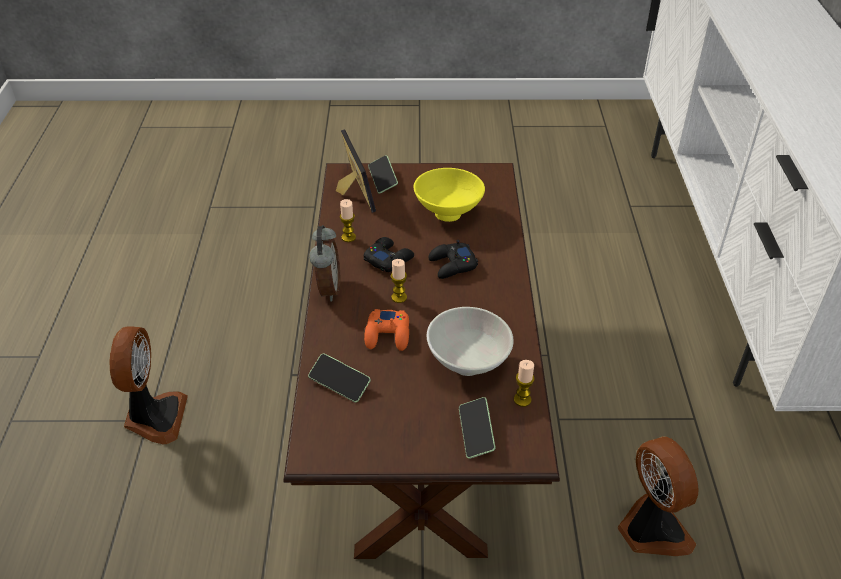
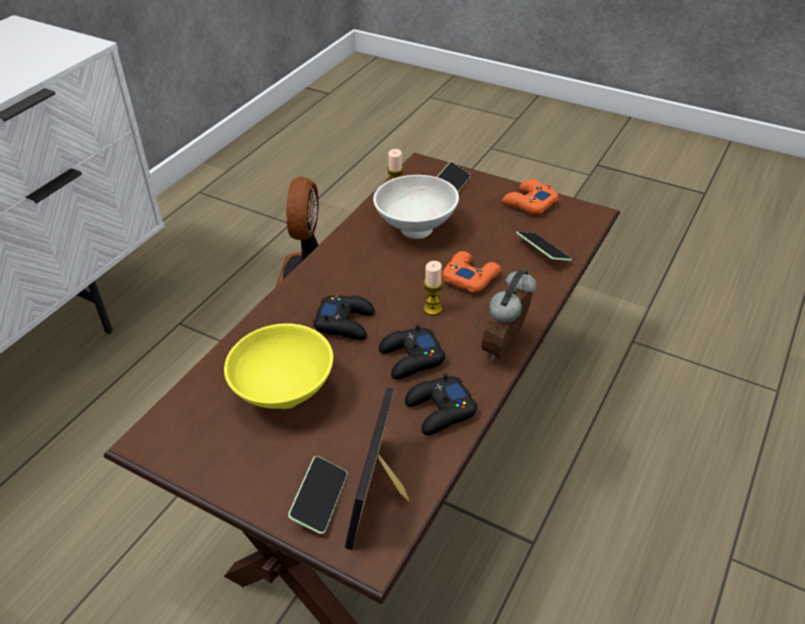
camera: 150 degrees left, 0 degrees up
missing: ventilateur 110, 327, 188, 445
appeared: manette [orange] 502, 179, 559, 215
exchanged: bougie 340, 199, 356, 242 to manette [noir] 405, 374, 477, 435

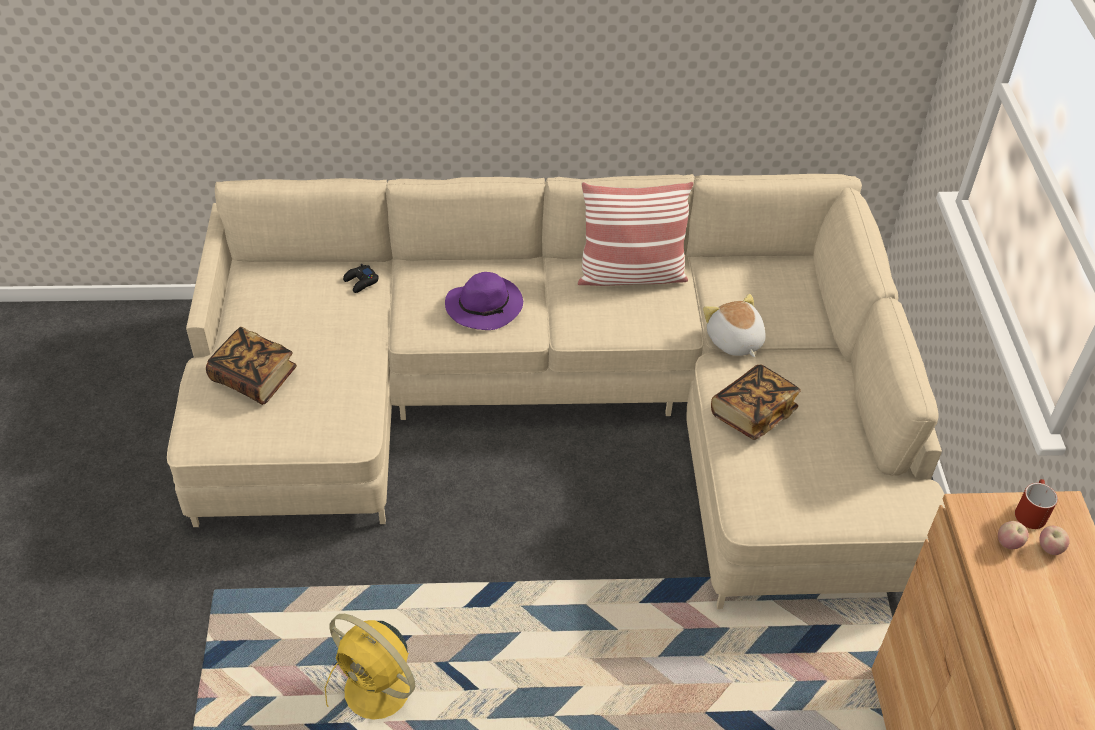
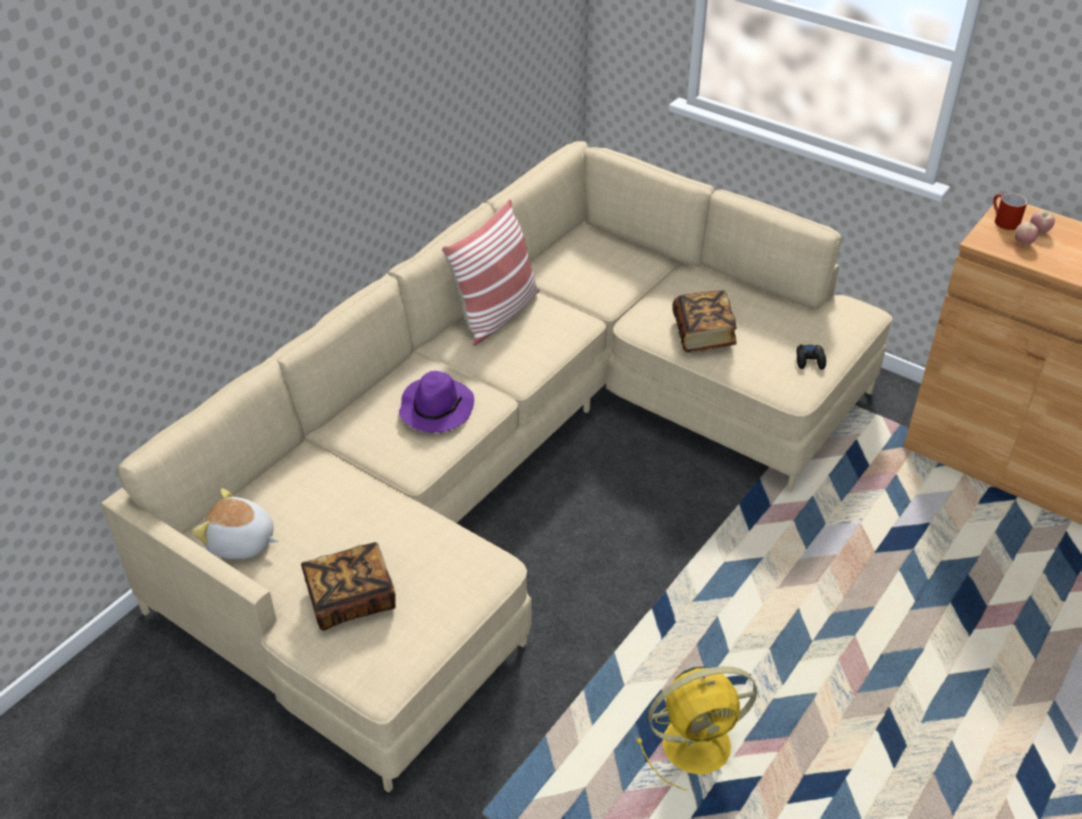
camera: 50 degrees left, 5 degrees down
relocated: manette [noir] 343, 264, 379, 293 to 796, 345, 826, 370; peluche 703, 294, 766, 357 to 192, 488, 279, 559

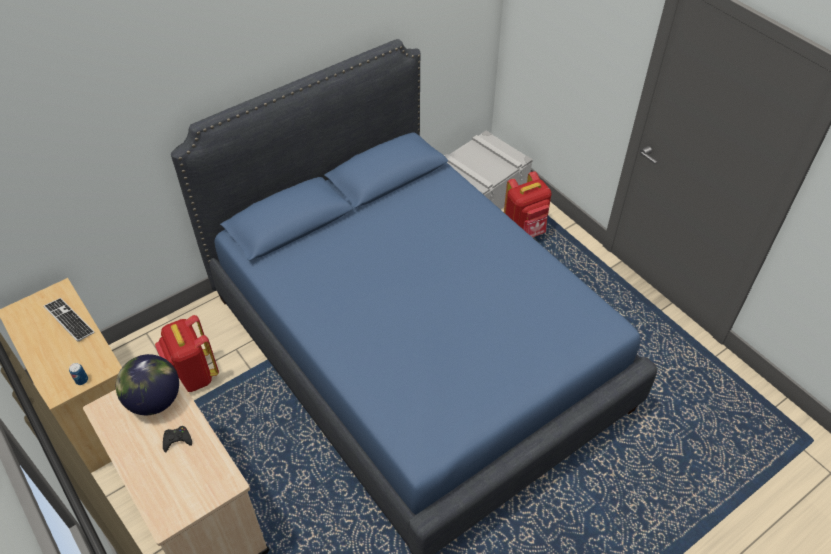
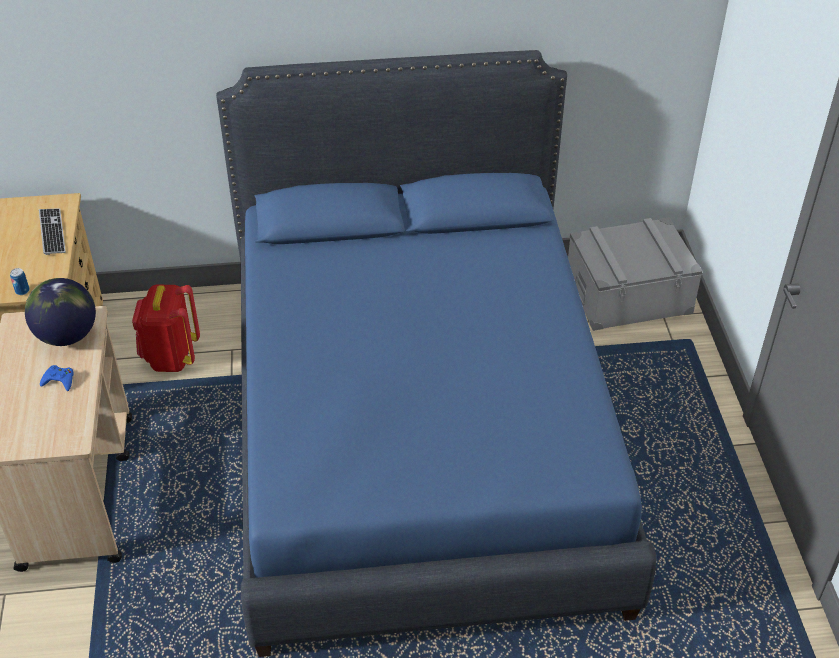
camera: 30 degrees right, 5 degrees down
missing: sac à dos [rouge] 504, 171, 552, 237
colour: manette [noir] 163, 426, 192, 452 to manette [bleu] 40, 365, 74, 391

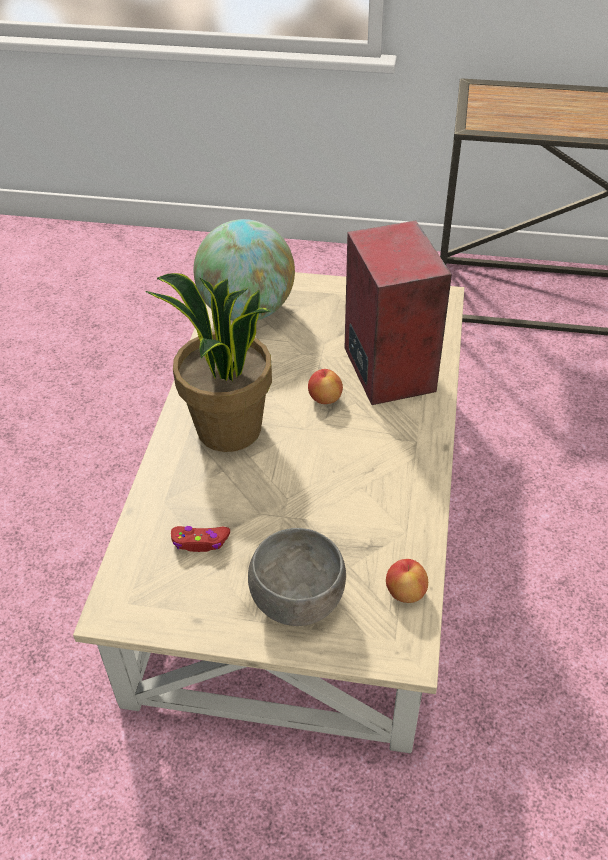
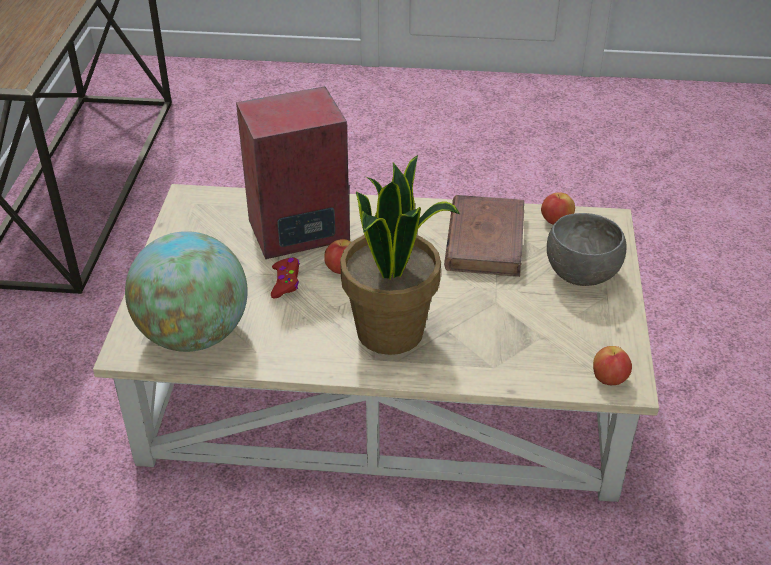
camera: 95 degrees left, 5 degrees down
appeared: livre [marron] 444, 195, 524, 277; pomme 593, 346, 632, 385
relocated: manette [rouge] 171, 526, 230, 552 to 271, 258, 300, 298

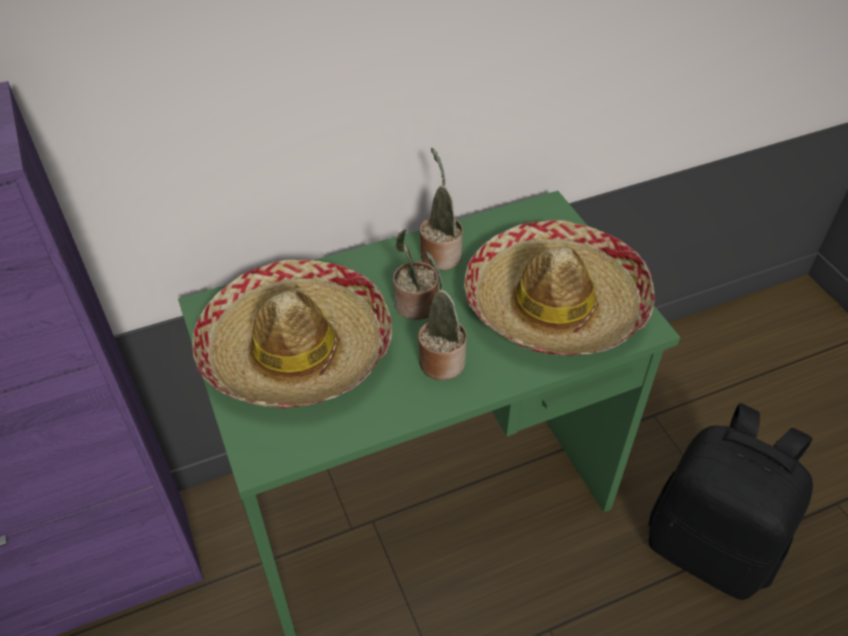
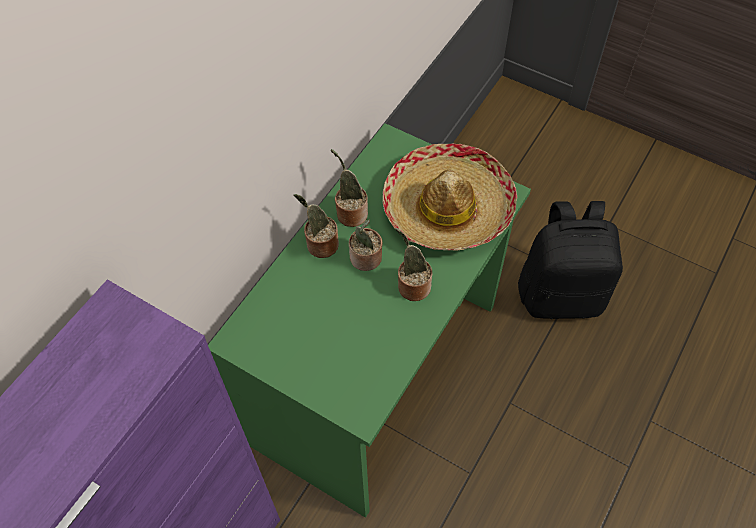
camera: 35 degrees left, 10 degrees up
missing: chapeau 193, 259, 392, 408
appeared: plante en pot 293, 194, 339, 258

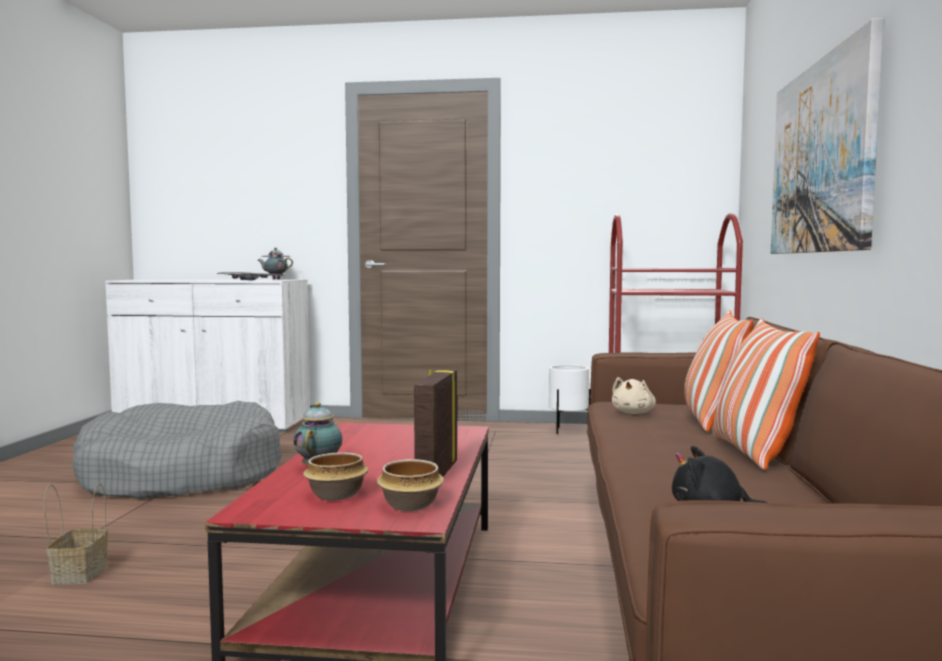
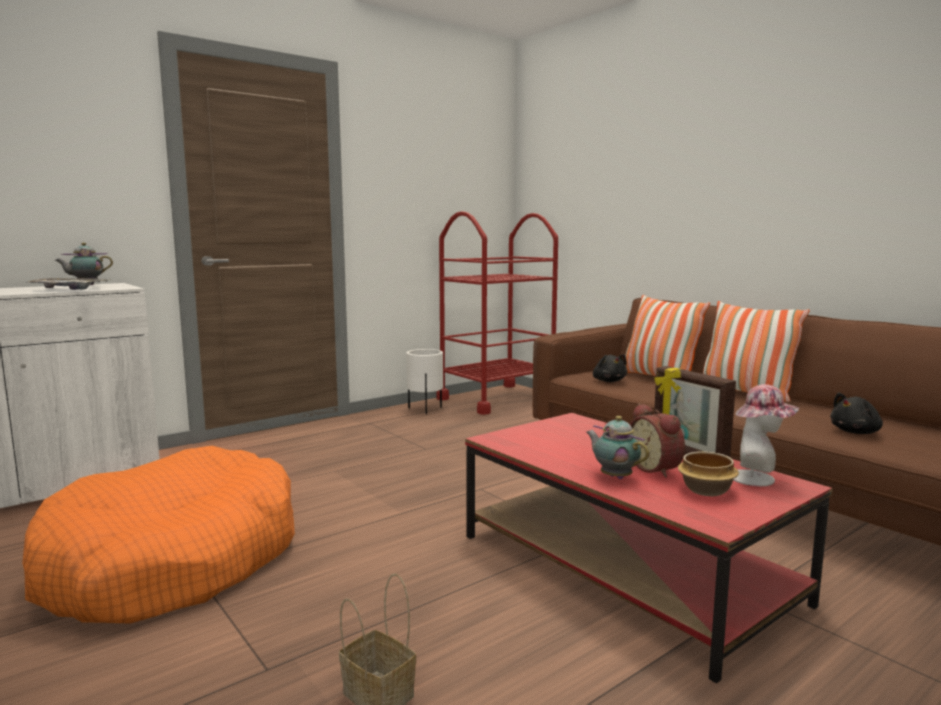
camera: 45 degrees left, 5 degrees up
missing: tableau 771, 18, 883, 254
appeared: réveil 630, 404, 685, 478
exchanged: bol 377, 459, 444, 511 to chapeau 733, 384, 799, 486
colour: peluche [beige] 612, 377, 656, 414 to peluche [noir] 593, 354, 627, 382; panier pour chien [gris] 72, 401, 282, 499 to panier pour chien [orange] 22, 446, 295, 624

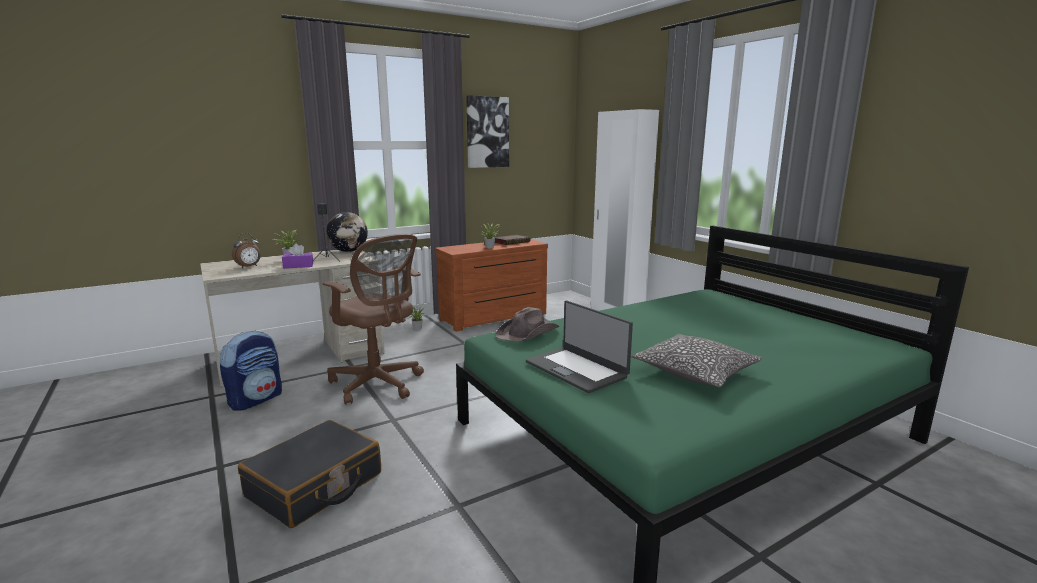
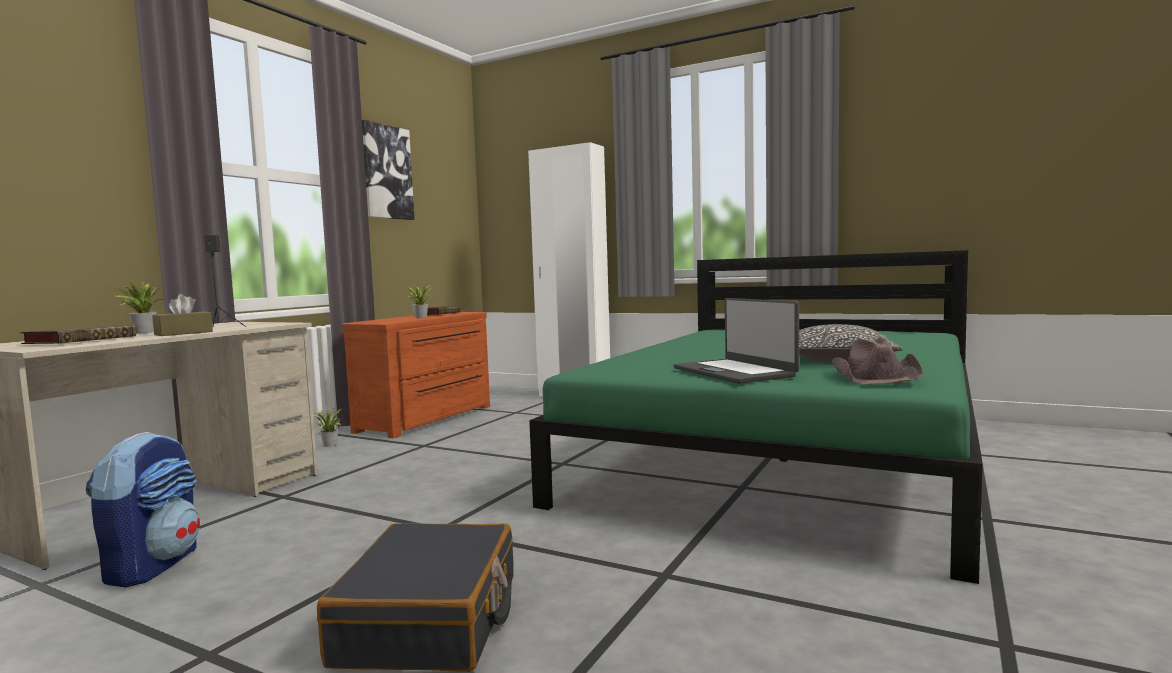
camera: 30 degrees left, 10 degrees down
missing: globe 326, 212, 368, 252; chaise de bureau [marron] 323, 234, 424, 405
relocated: chapeau [marron] 495, 307, 560, 341 to 832, 338, 923, 385
exchanged: réveil 232, 233, 261, 268 to livre 20, 325, 136, 344
colour: boîte à mouchoirs [violet] 282, 244, 313, 269 to boîte à mouchoirs [marron] 152, 294, 213, 336
spun: ordinateur portable 526, 301, 633, 393 = 674, 298, 799, 384 45 degrees clockwise

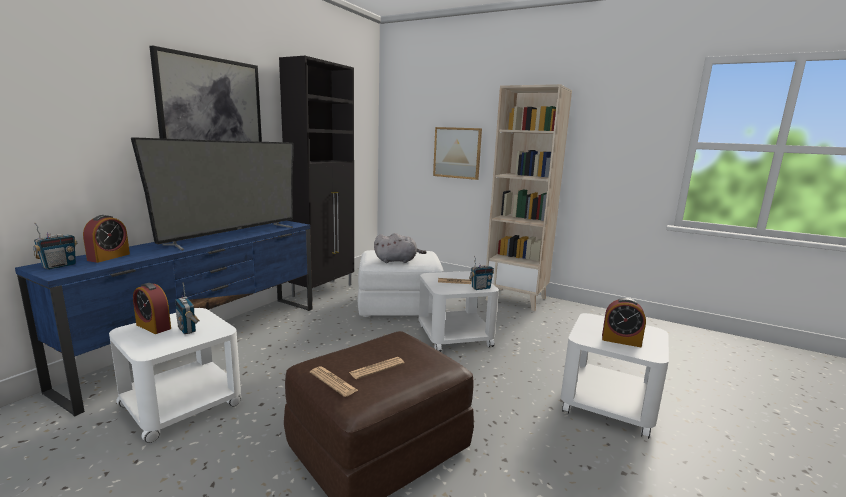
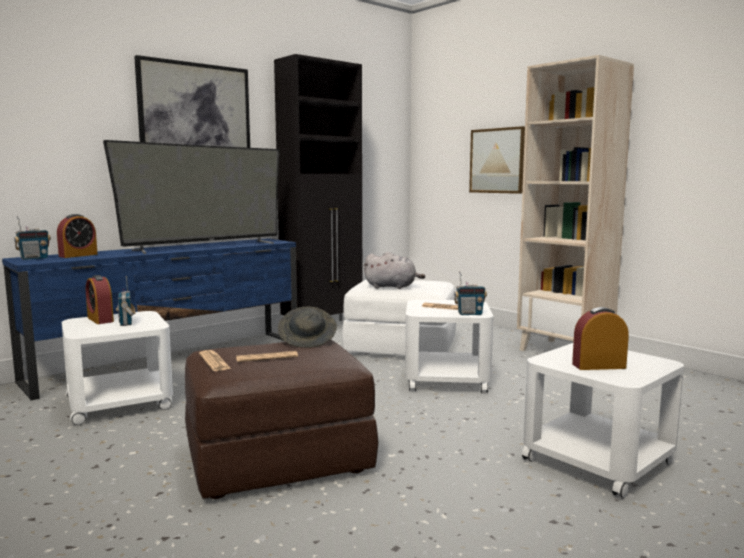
camera: 20 degrees right, 5 degrees down
appeared: chapeau [gris] 278, 306, 337, 348
spun: réveil 602, 298, 646, 347 = 572, 307, 629, 370 135 degrees clockwise

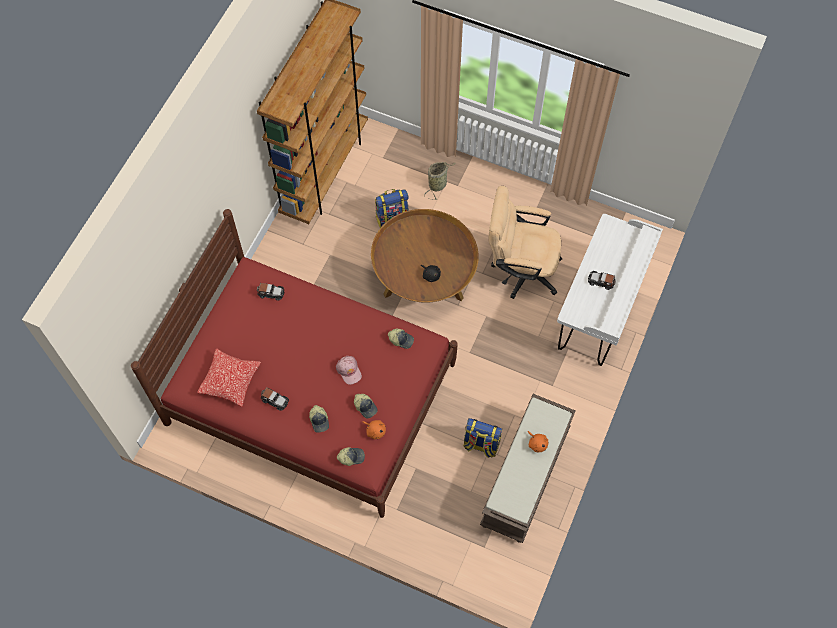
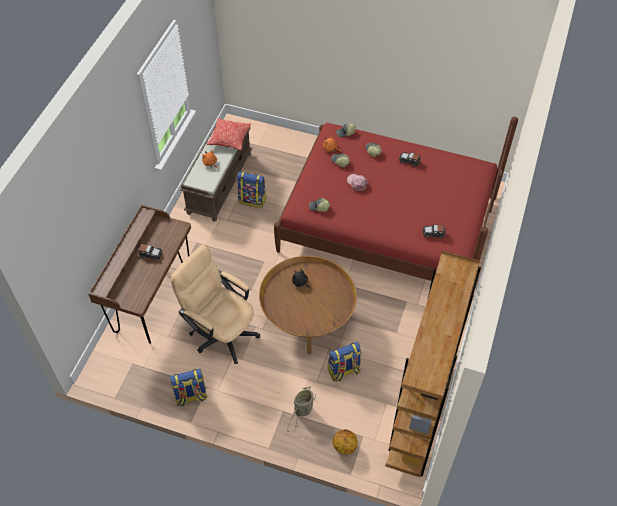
camera: 175 degrees right, 10 degrees down
appeared: sac à dos 170, 369, 207, 407; ballon de basket 332, 430, 358, 454
relocated: coussin 197, 348, 261, 407 to 207, 118, 251, 150
colour: bureau [blanc] 557, 214, 663, 366 to bureau [marron] 88, 204, 191, 344
spun: chaise de bureau [beige] 488, 186, 562, 299 = 170, 245, 260, 364 150 degrees counterclockwise

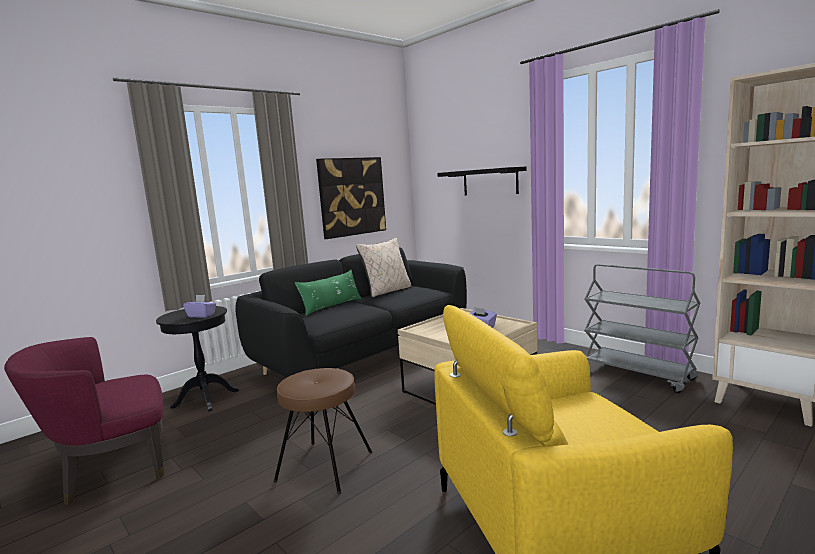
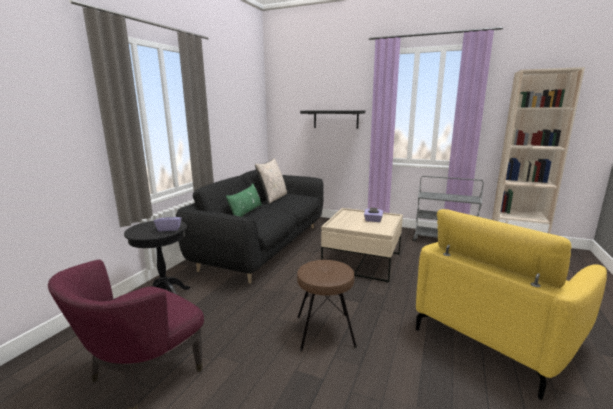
camera: 25 degrees left, 5 degrees up
missing: tableau 316, 157, 386, 239

